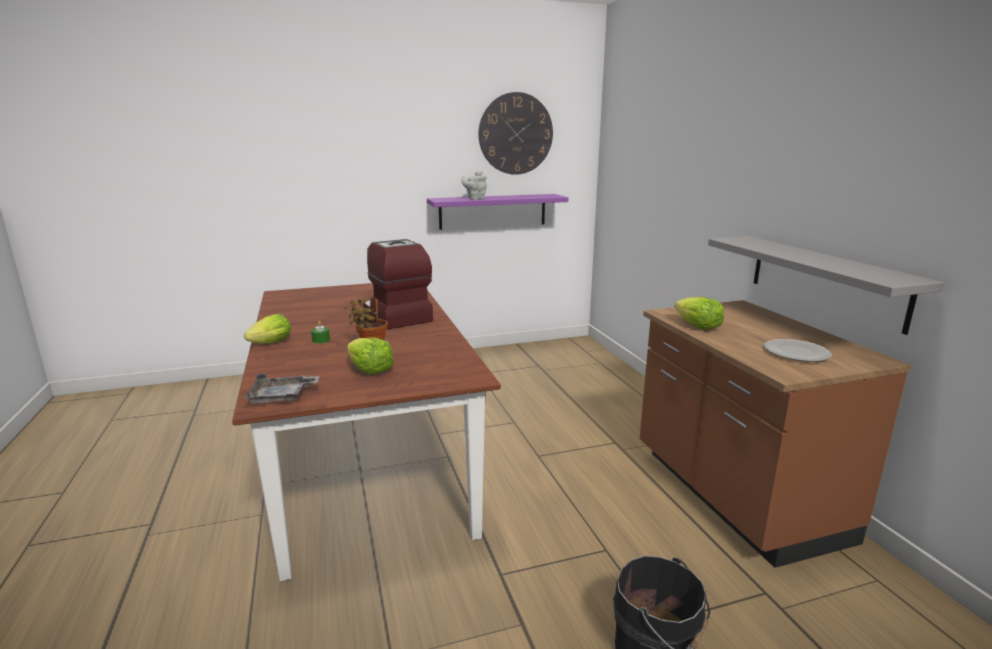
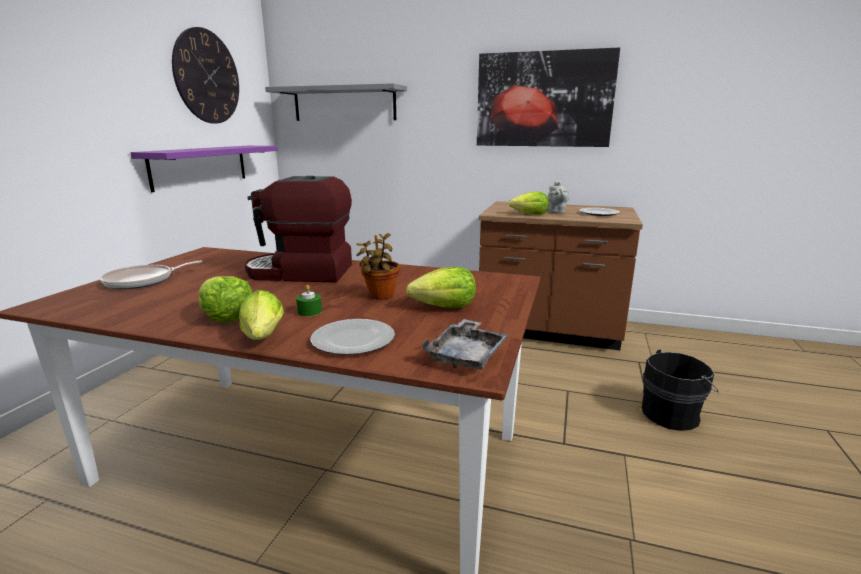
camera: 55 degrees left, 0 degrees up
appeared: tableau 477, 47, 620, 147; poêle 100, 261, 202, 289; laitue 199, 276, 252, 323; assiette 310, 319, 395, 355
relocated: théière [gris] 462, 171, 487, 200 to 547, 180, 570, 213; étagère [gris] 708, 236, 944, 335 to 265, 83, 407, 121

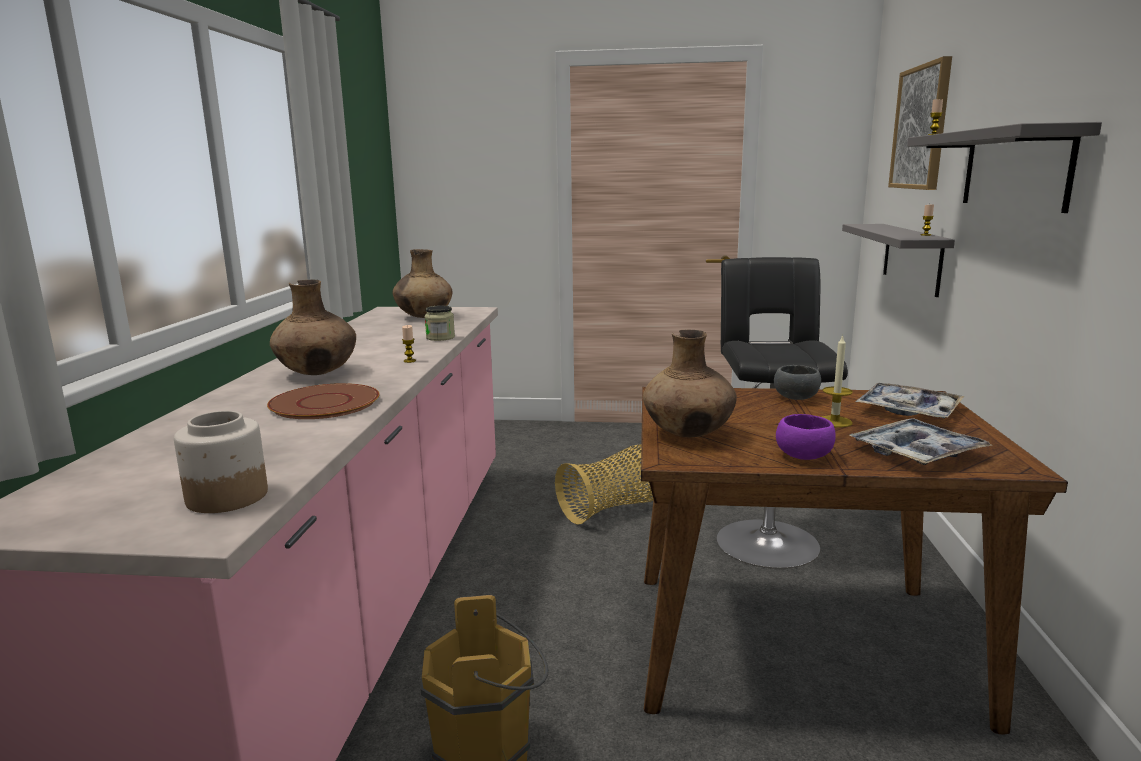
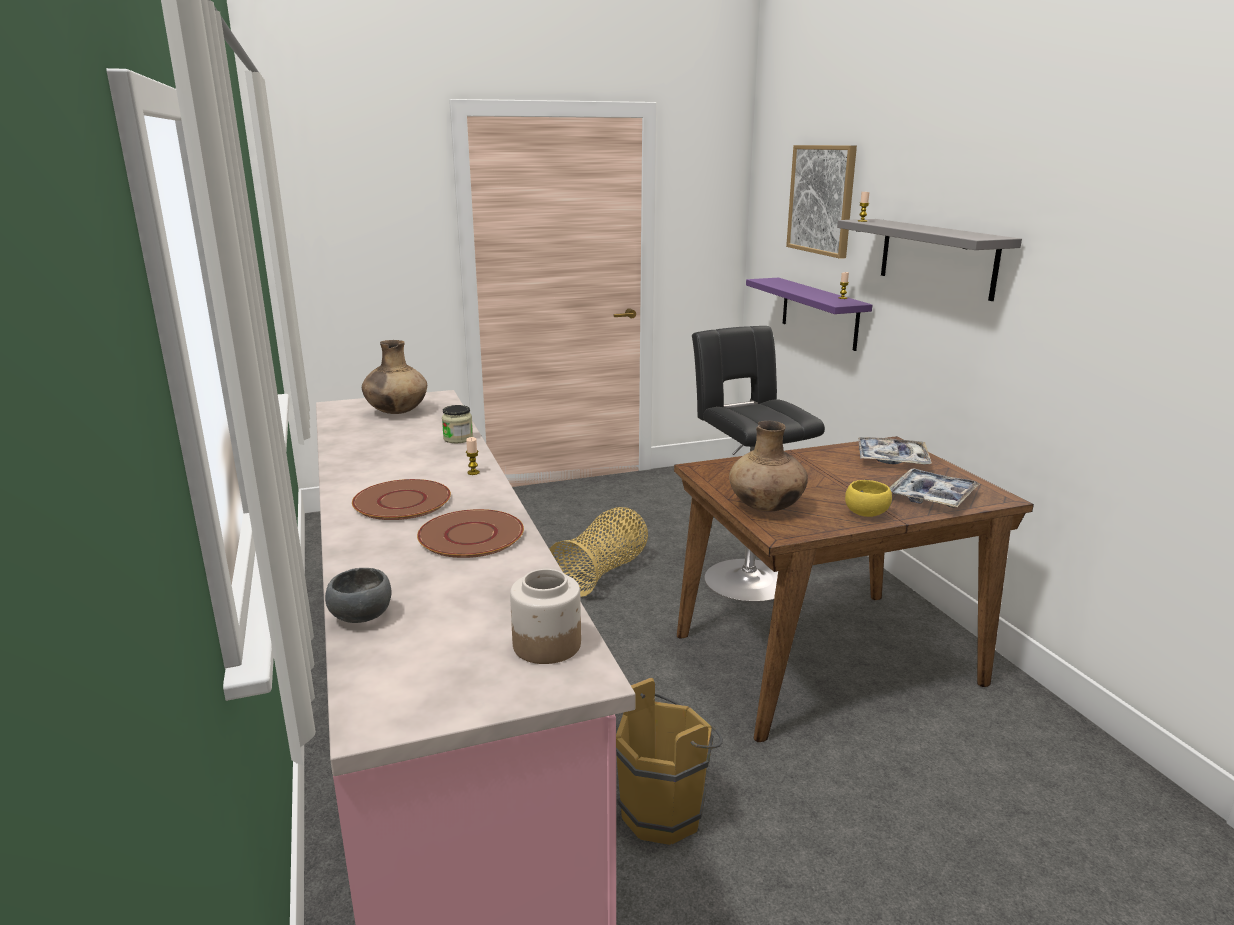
camera: 25 degrees left, 5 degrees up
missing: bougie 822, 334, 853, 427
relocated: bol [gris] 774, 365, 821, 400 to 325, 568, 392, 623
exchanged: vase [marron] 270, 280, 356, 375 to assiette [marron] 352, 479, 451, 520
colour: étagère [gris] 842, 224, 955, 297 to étagère [violet] 746, 278, 872, 351; bol [violet] 776, 414, 836, 460 to bol [jaune] 845, 480, 892, 517

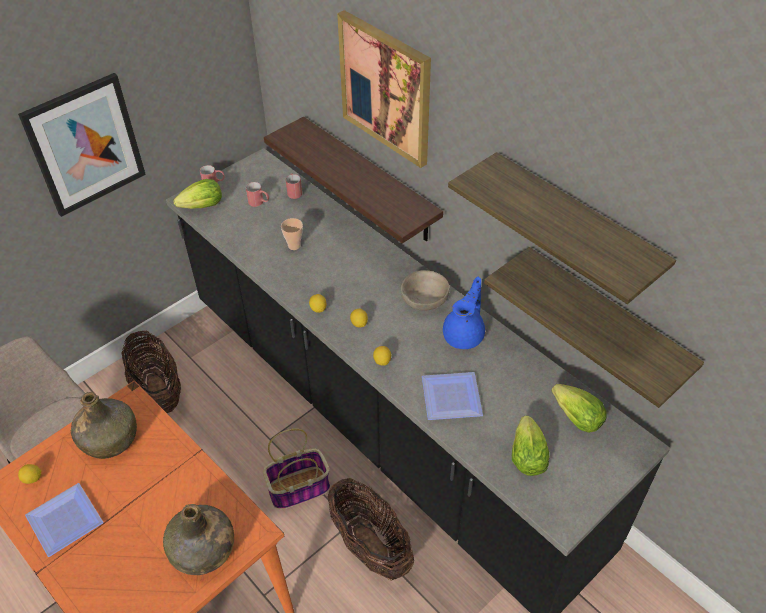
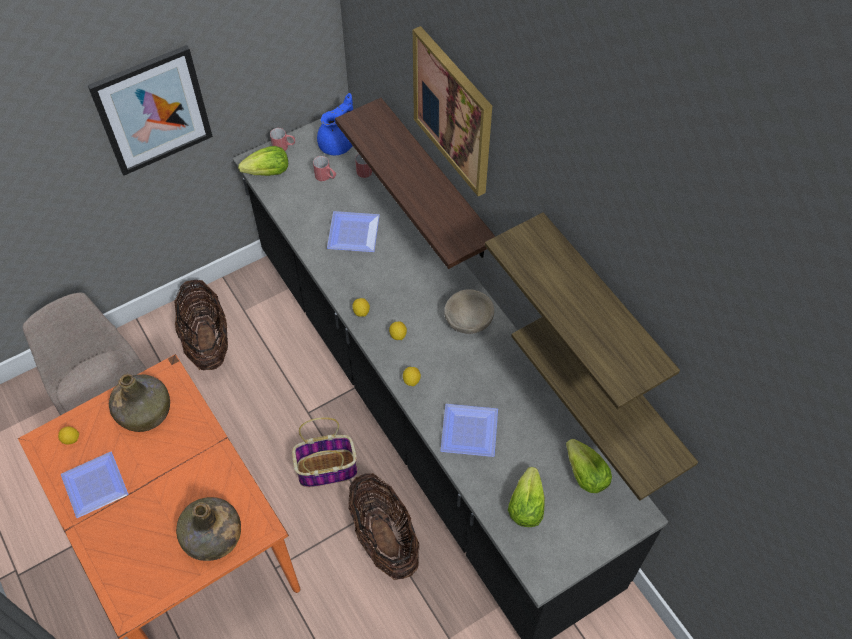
camera: 10 degrees right, 10 degrees up
relocated: théière [bleu] 443, 277, 485, 349 to 317, 93, 353, 155
exchanged: tasse 281, 218, 303, 250 to assiette 327, 211, 380, 252

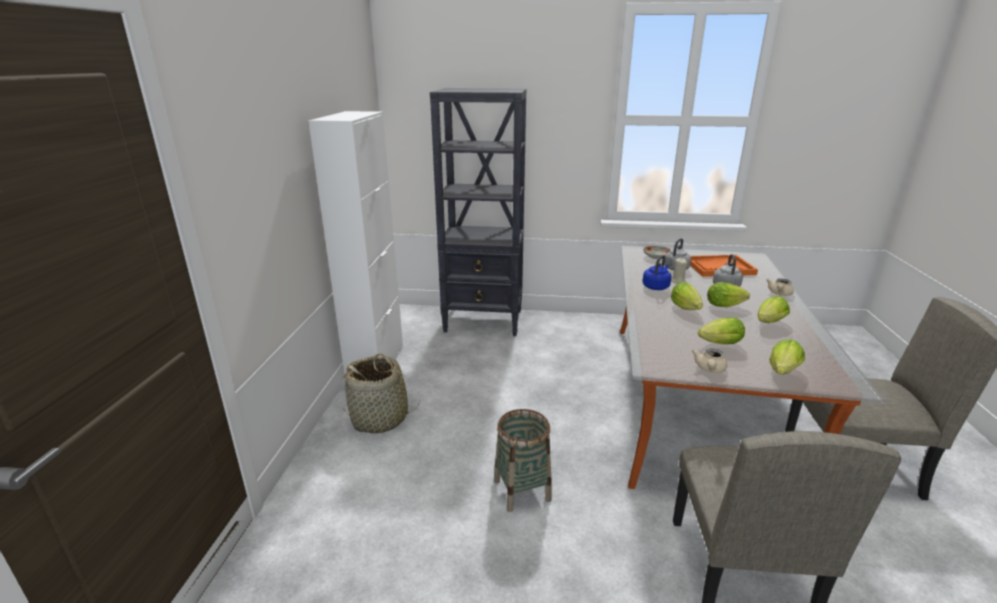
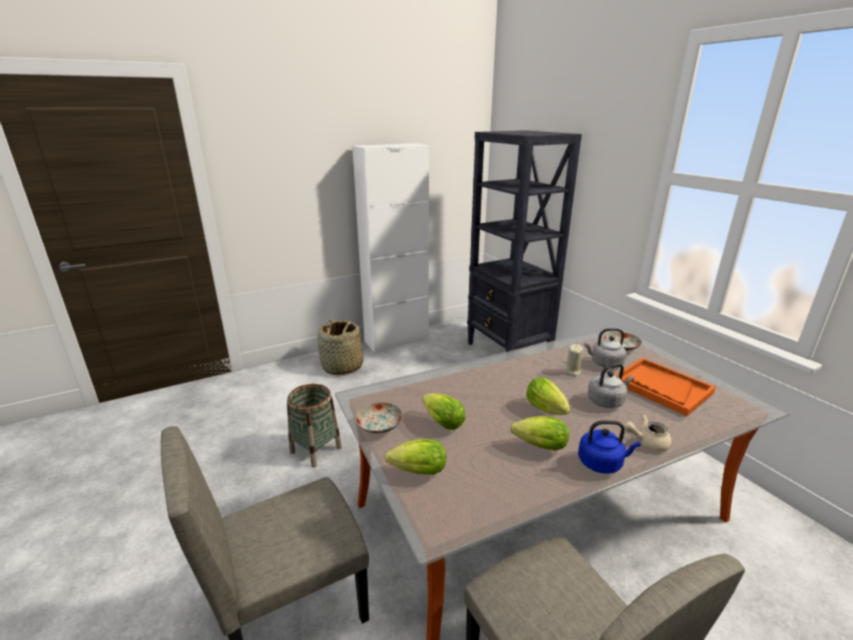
camera: 55 degrees right, 0 degrees up
missing: laitue 671, 282, 703, 310
relocated: bouilloire [bleu] 642, 255, 671, 290 to 578, 420, 641, 474
exchanged: théière [beige] 692, 348, 727, 373 to assiette 355, 402, 403, 433

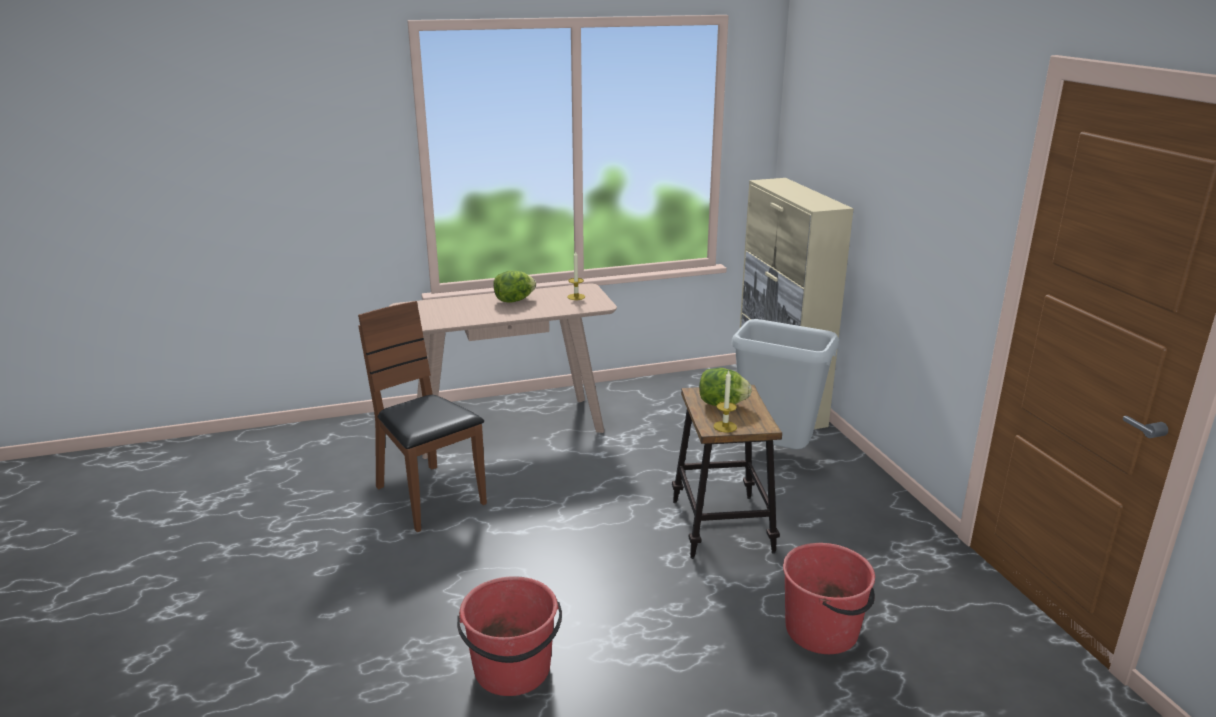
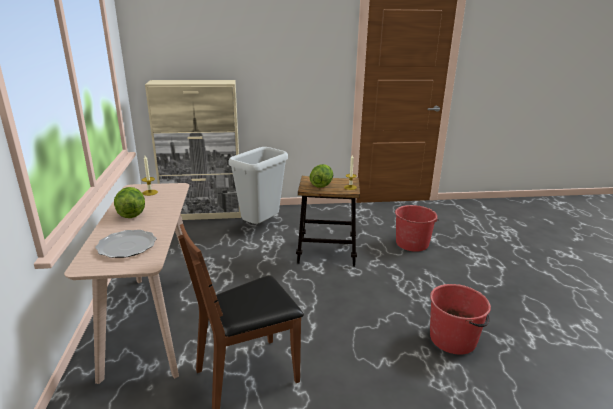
camera: 80 degrees left, 0 degrees up
appeared: assiette 95, 230, 157, 258

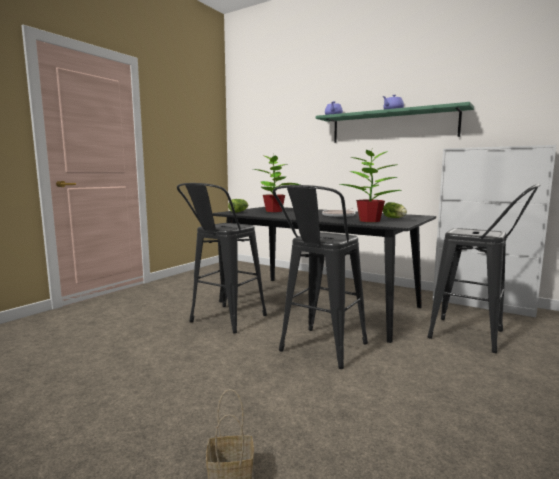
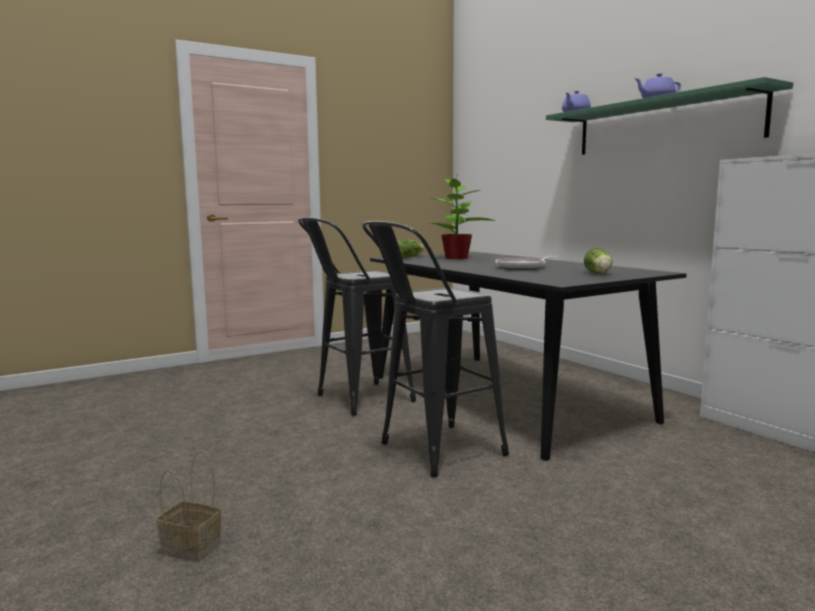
camera: 25 degrees right, 0 degrees up
missing: plante en pot 340, 147, 401, 222; tabouret [noir] 428, 184, 540, 353

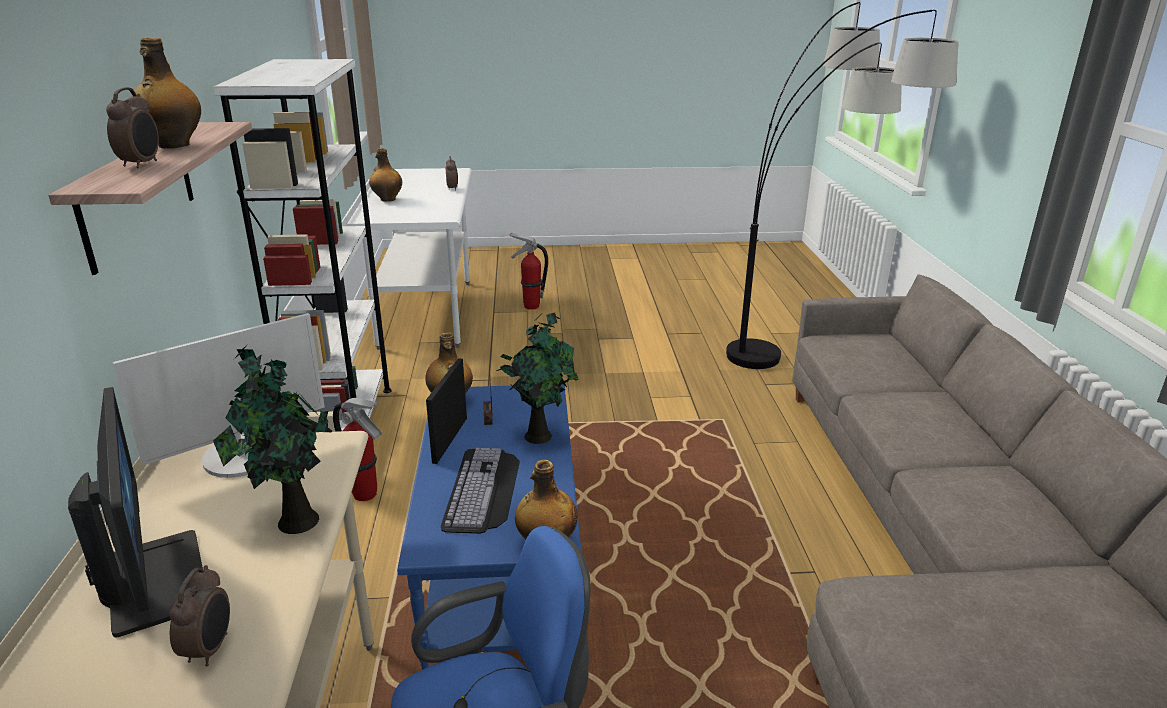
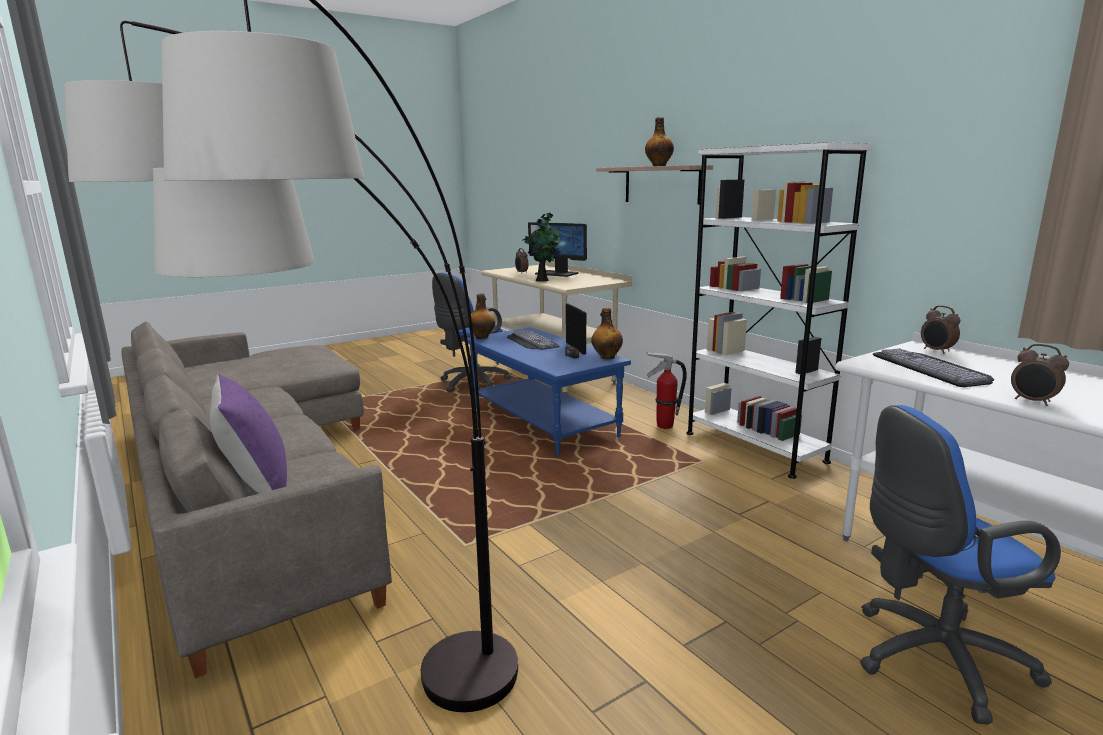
camera: 150 degrees right, 10 degrees down
missing: bouteille 369, 148, 402, 202; écran d'ordinateur 113, 313, 325, 478; plante en pot 496, 313, 579, 444
appeared: clavier 873, 348, 994, 387; coussin [violet] 210, 374, 287, 494
relocated: réveil 106, 87, 159, 168 to 921, 305, 960, 354
exchanged: extincteur 510, 233, 548, 310 to chaise de bureau [bleu] 860, 405, 1061, 724

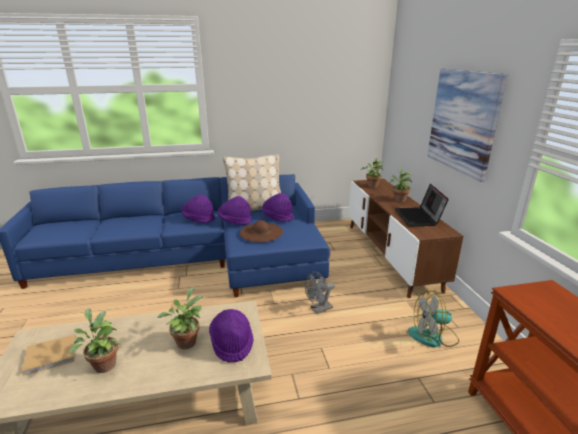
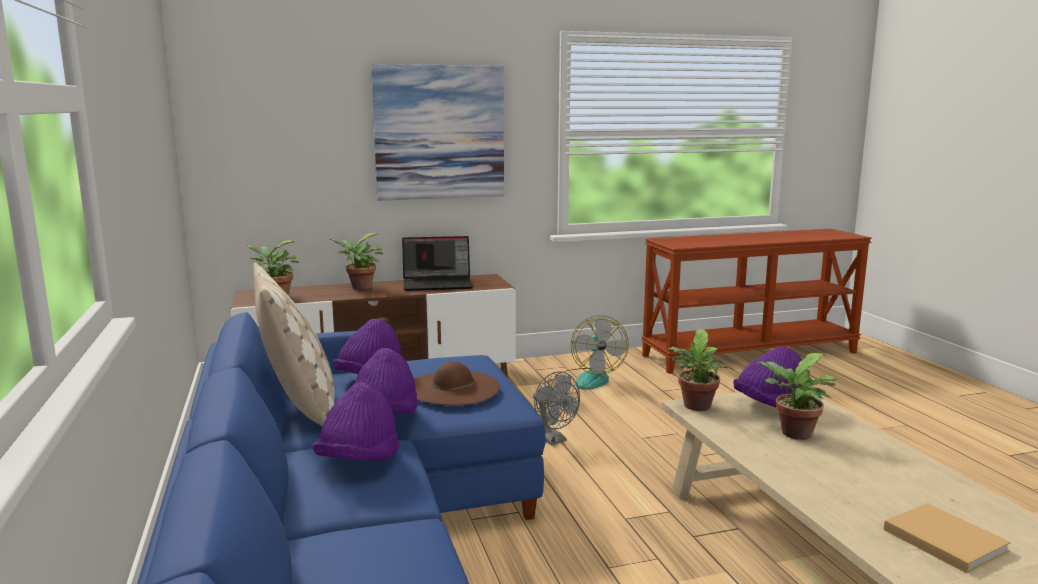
camera: 95 degrees left, 10 degrees down
relocated: plante en pot 69, 309, 120, 373 to 667, 329, 735, 411

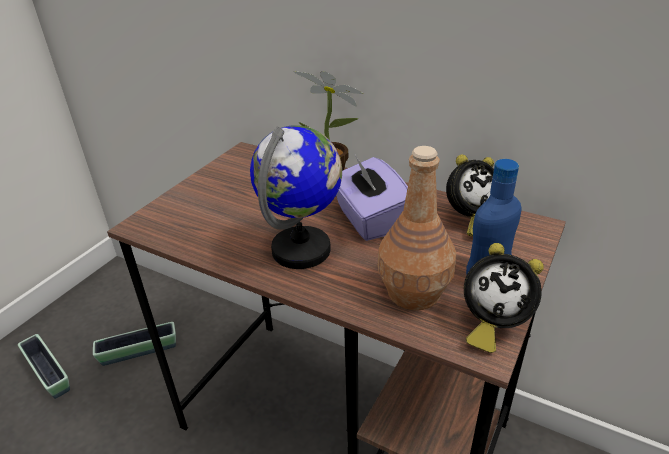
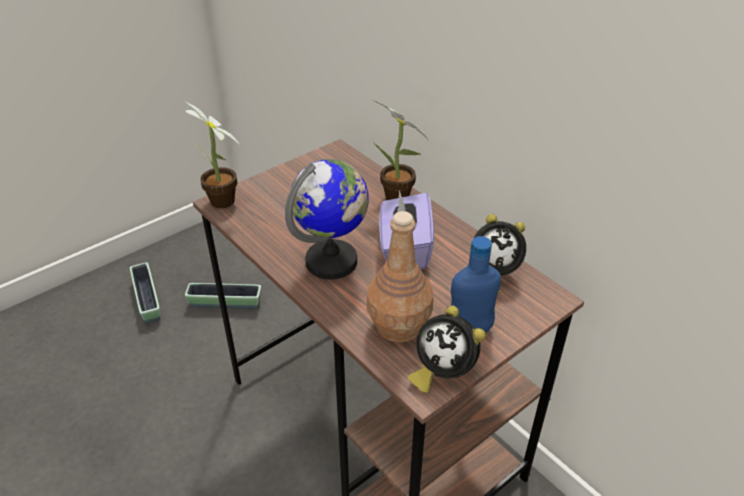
camera: 20 degrees right, 5 degrees up
appeared: plante en pot 183, 100, 242, 208

